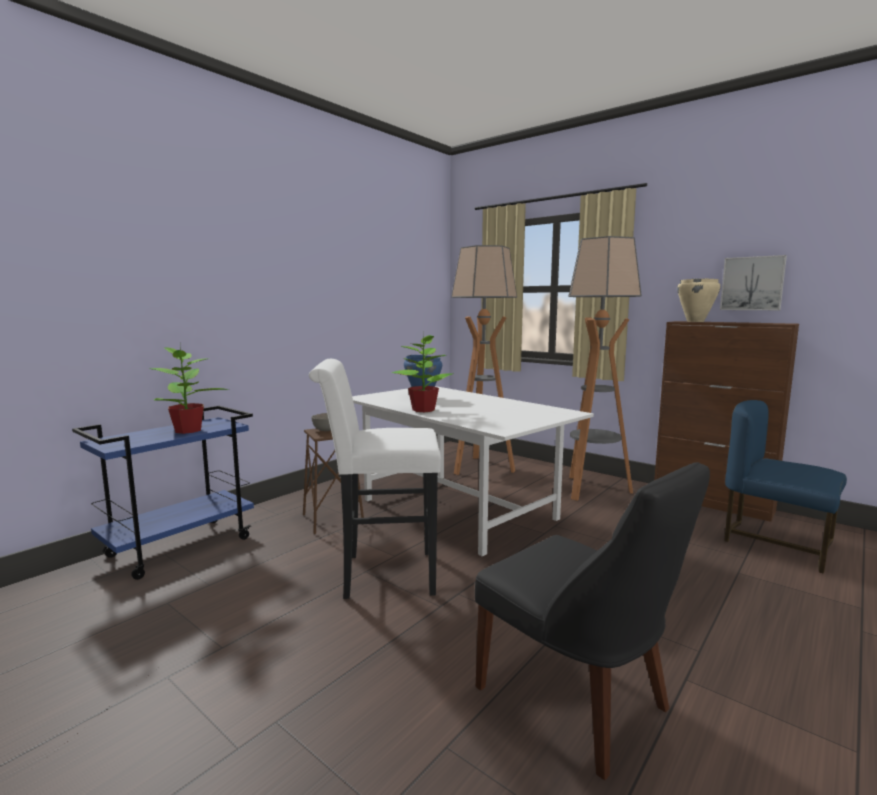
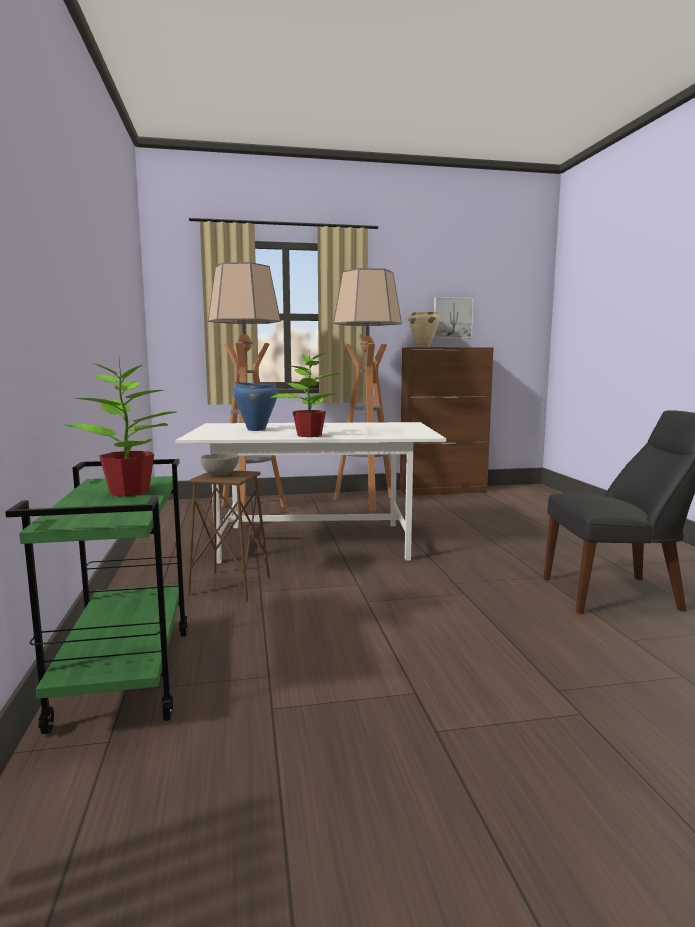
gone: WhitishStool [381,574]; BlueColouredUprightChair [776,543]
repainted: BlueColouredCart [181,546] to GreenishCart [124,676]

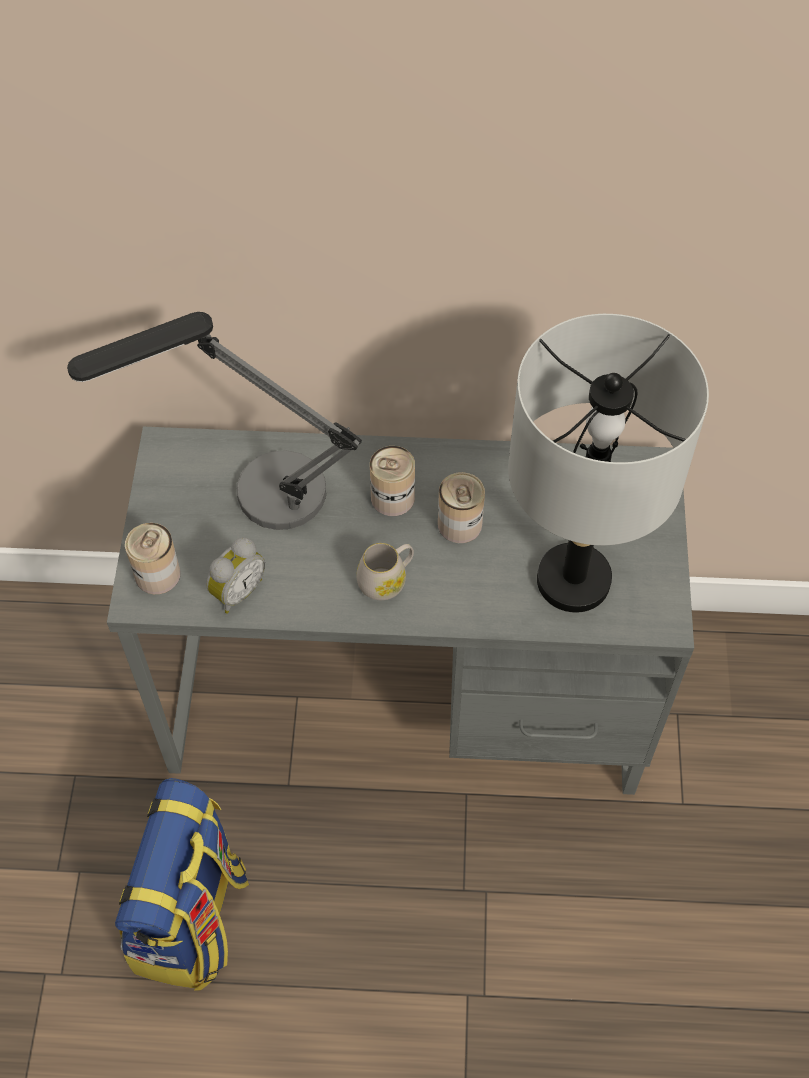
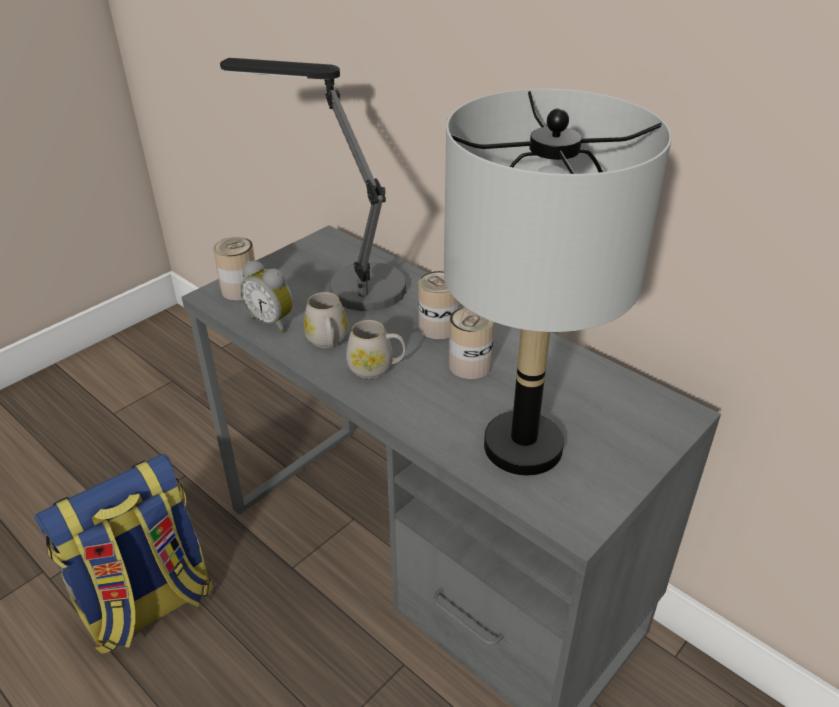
new: WhitishMug [328,341]
rotated: BedsideClock [236,591] = [273,321] 45 degrees clockwise

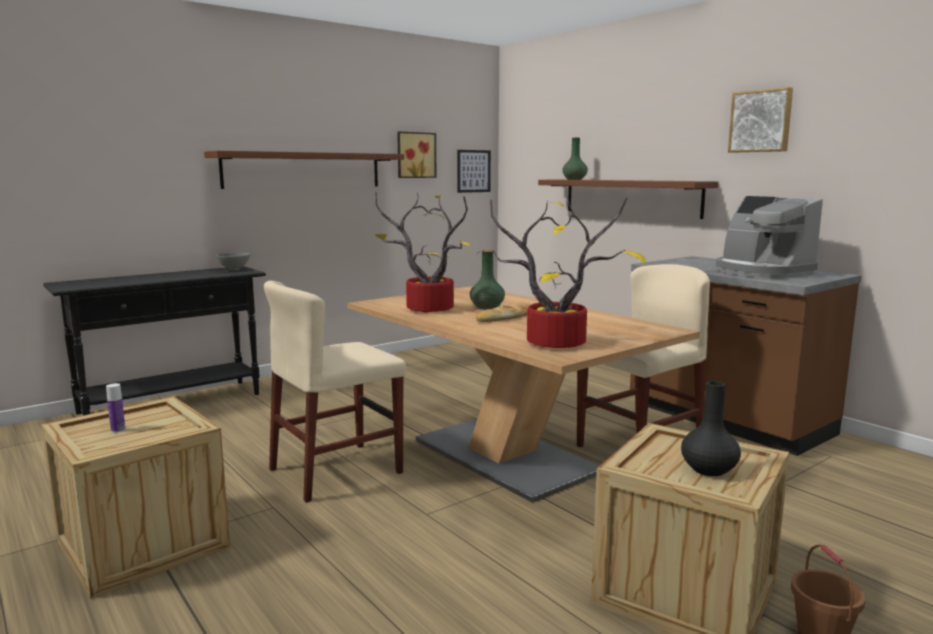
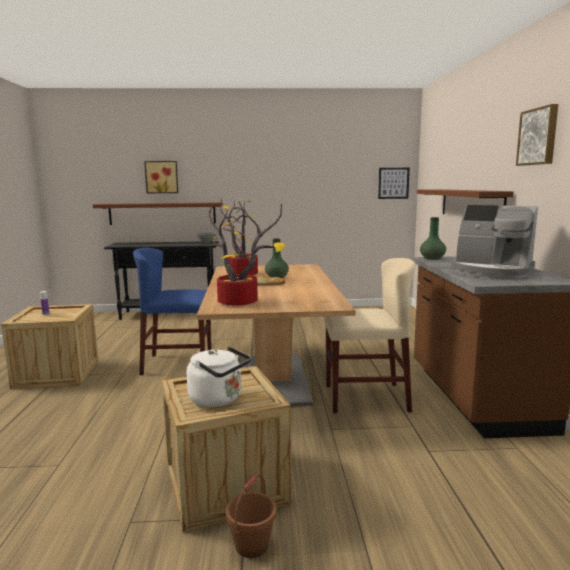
shifted: BrownWallShelf [303,170] to [162,213]; WallArt [415,155] to [162,177]; GreenishFlowerVase [574,179] to [432,258]
swapped: BlackishFlowerVase [709,470] to WhitishWaterKettle [218,399]
repainted: BeigeUprightChair [336,471] to BlueColouredUprightChair [177,364]
rotated: CoffeeMachine [761,272] = [491,272] 60 degrees counterclockwise

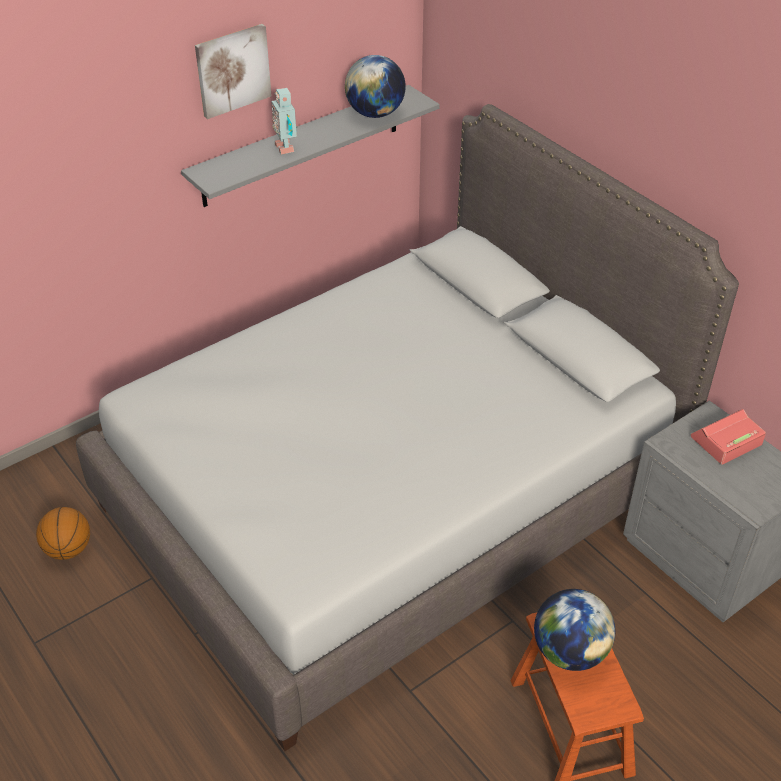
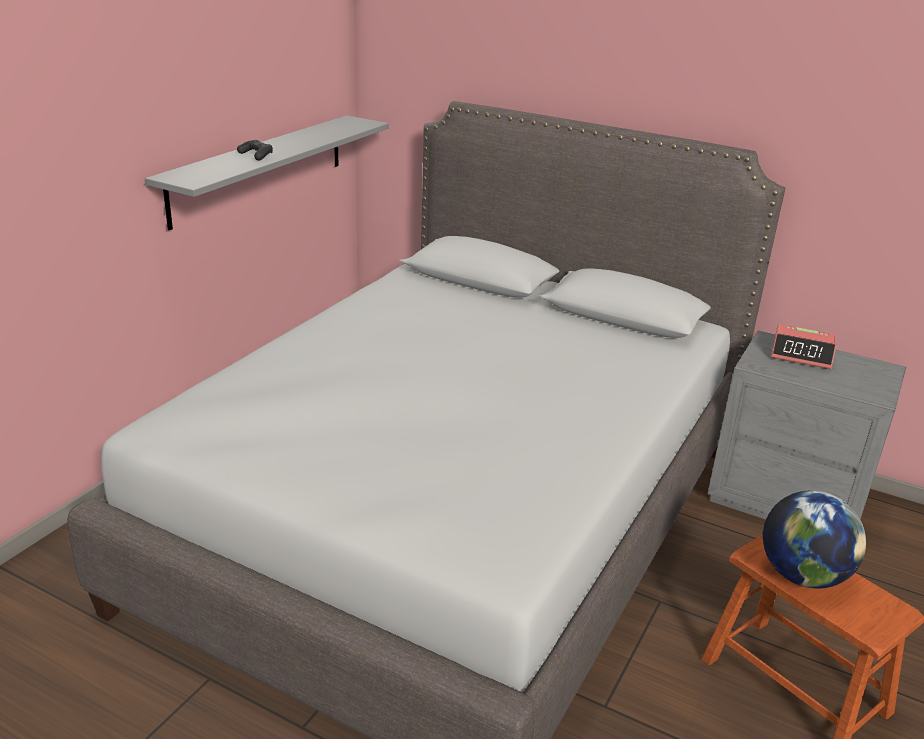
gone: Basketball [68,549]; WallArt [232,70]; WorldGlobe [375,113]
swapped: RobotFigure [286,147] to BlackishGameController [256,155]
rotated: BedsideClock [726,441] = [802,354] 105 degrees counterclockwise

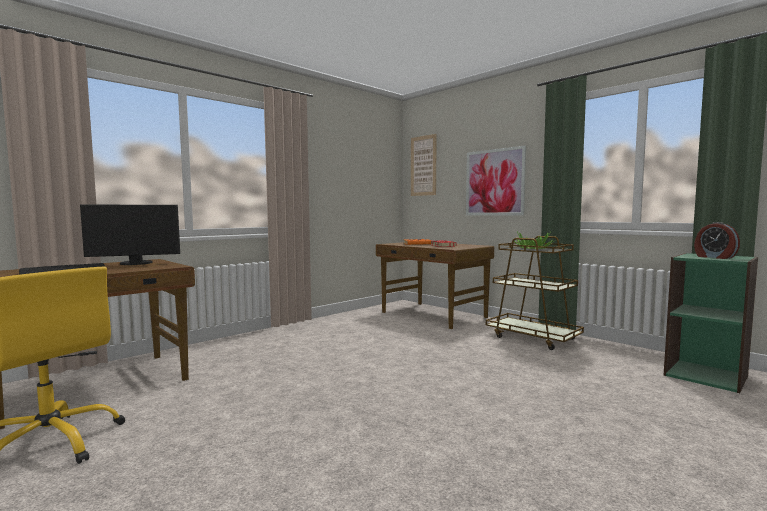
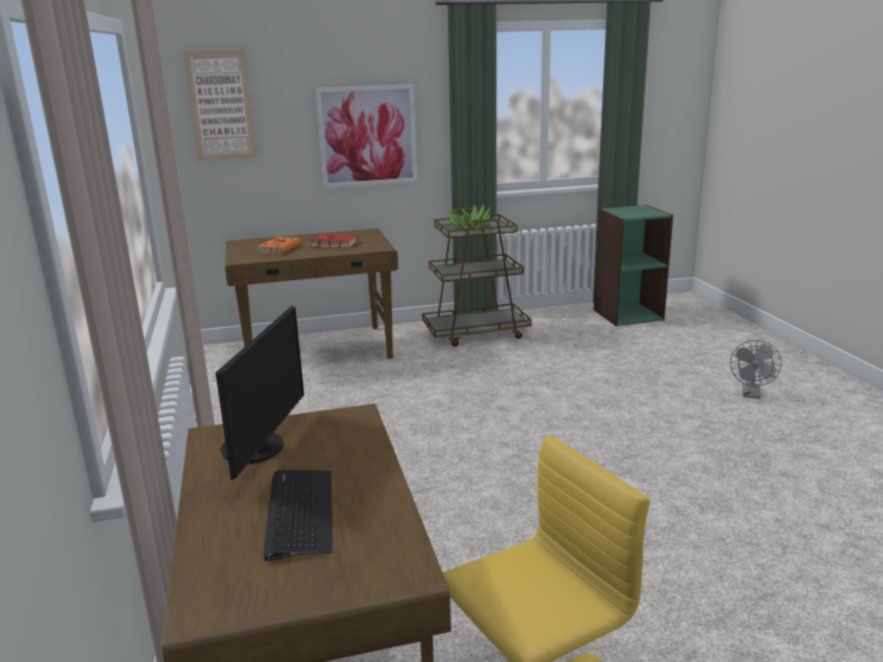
gone: BedsideClock [714,257]
new: GrayCoolingFan [751,394]

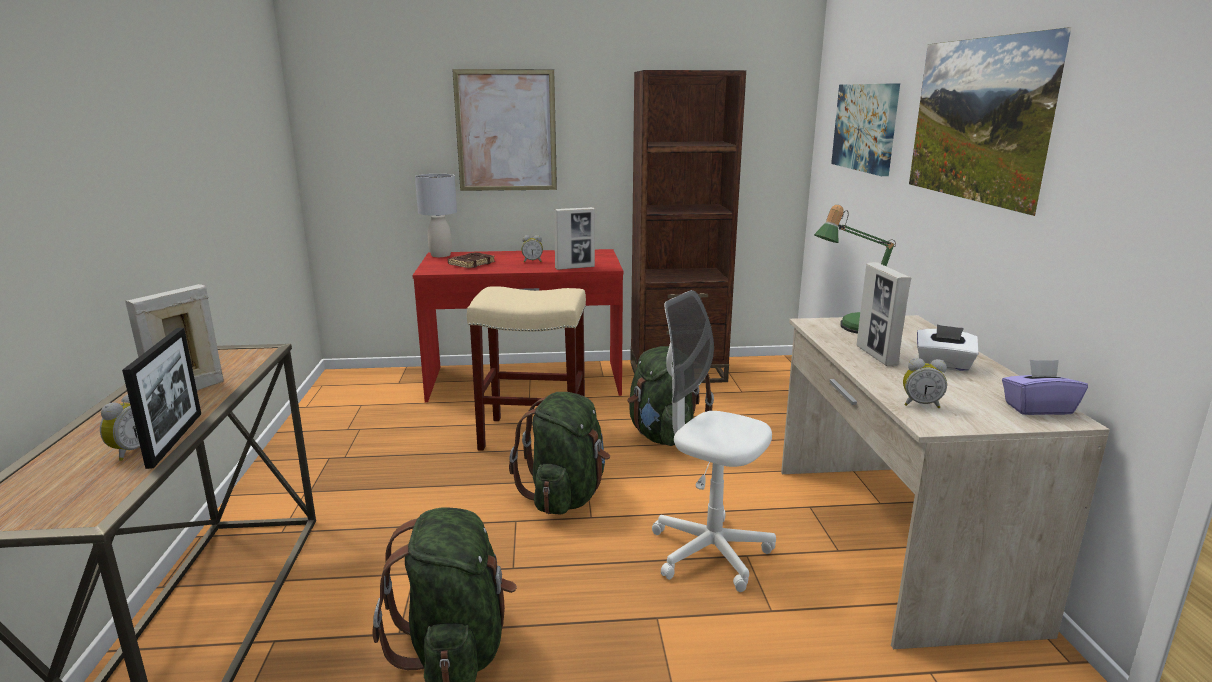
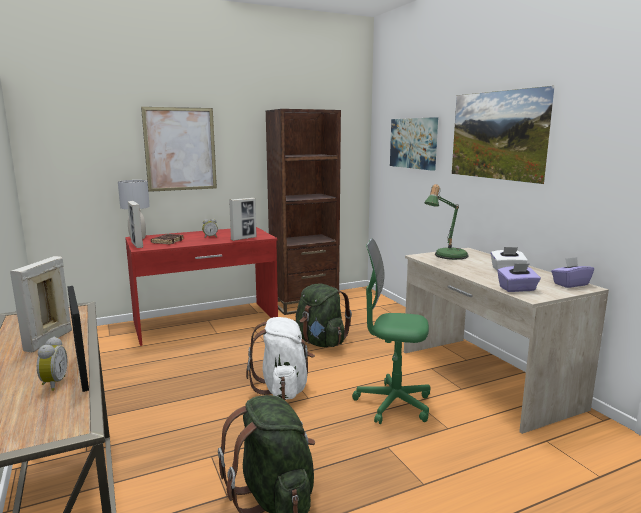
gone: BeigeStool [531,435]
shifted: StandingFrame [876,356] to [137,245]
swapped: BedsideClock [920,404] to PurpleColouredBoxOfTissues [517,289]
repainted: GreenishRucksack [566,496] to WhitishRucksack [283,388]; WhitishDeskChair [709,552] to GreenishDeskChair [393,404]

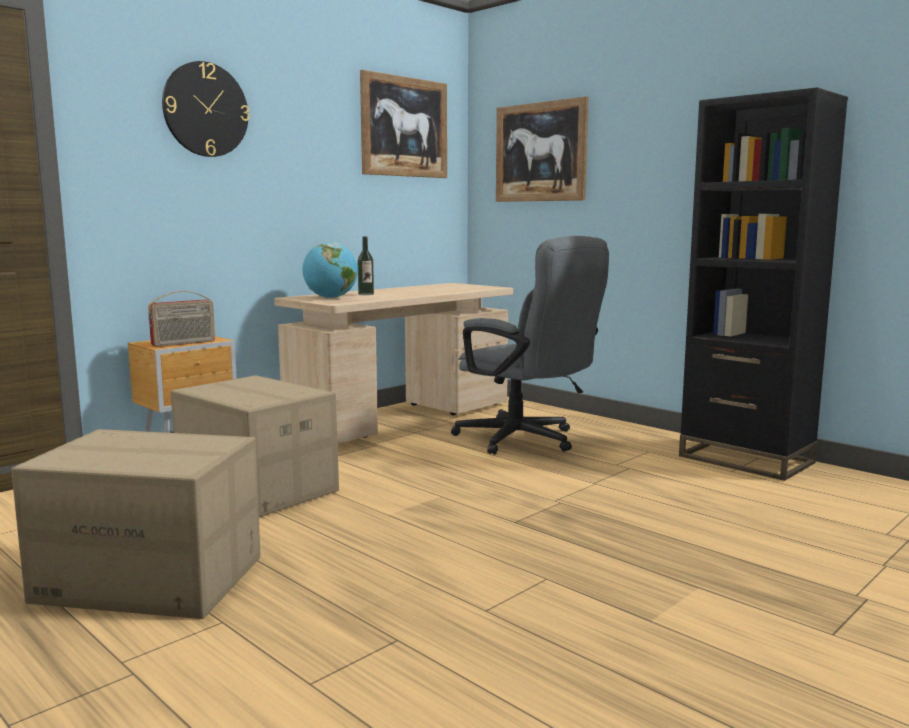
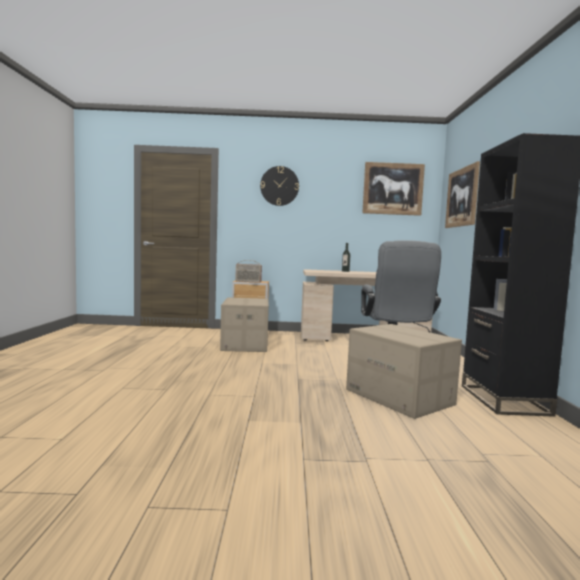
gone: WorldGlobe [330,298]
shifted: CardboardBox [152,579] to [400,397]

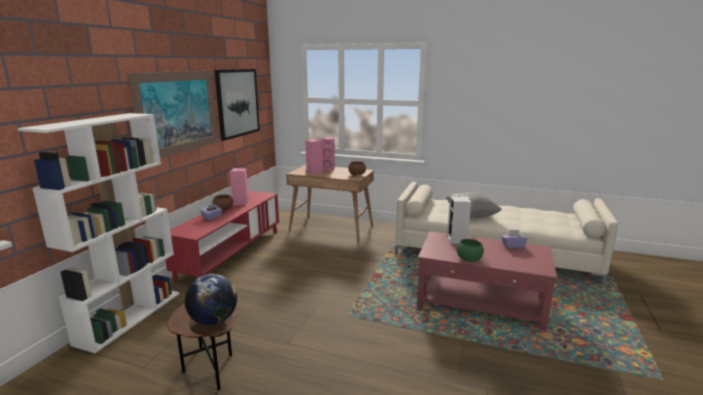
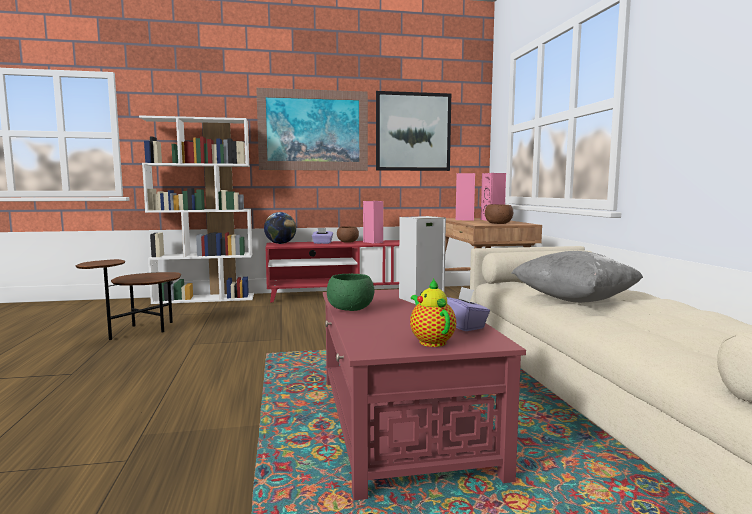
new: TeaPot [431,341]
shifted: WorldGlobe [213,320] to [280,243]

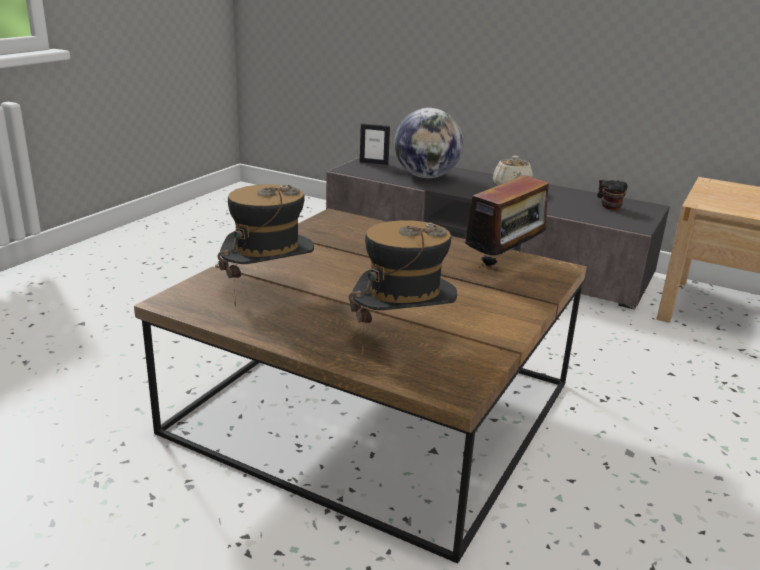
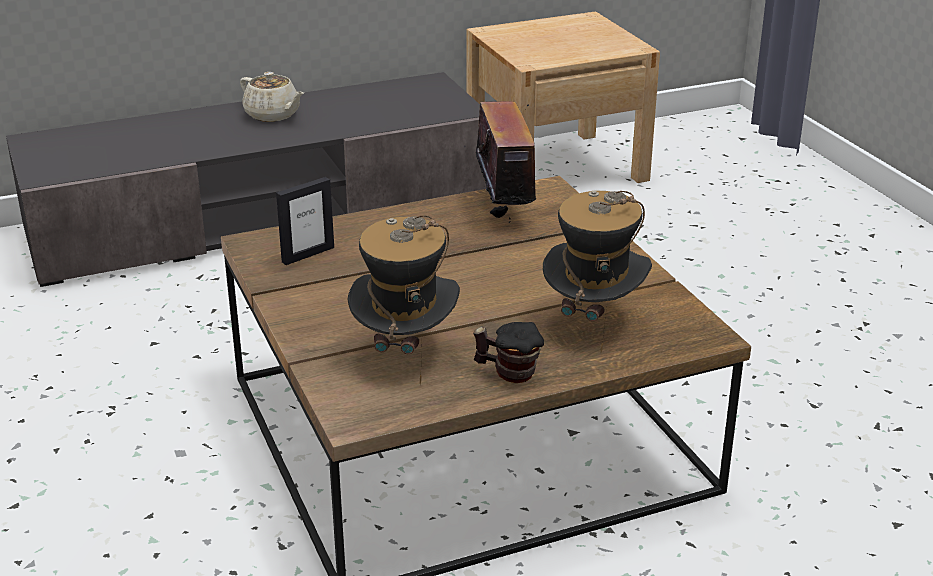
gone: WorldGlobe [426,176]
shifted: StandingFrame [374,163] to [307,254]; Mug [608,206] to [508,373]

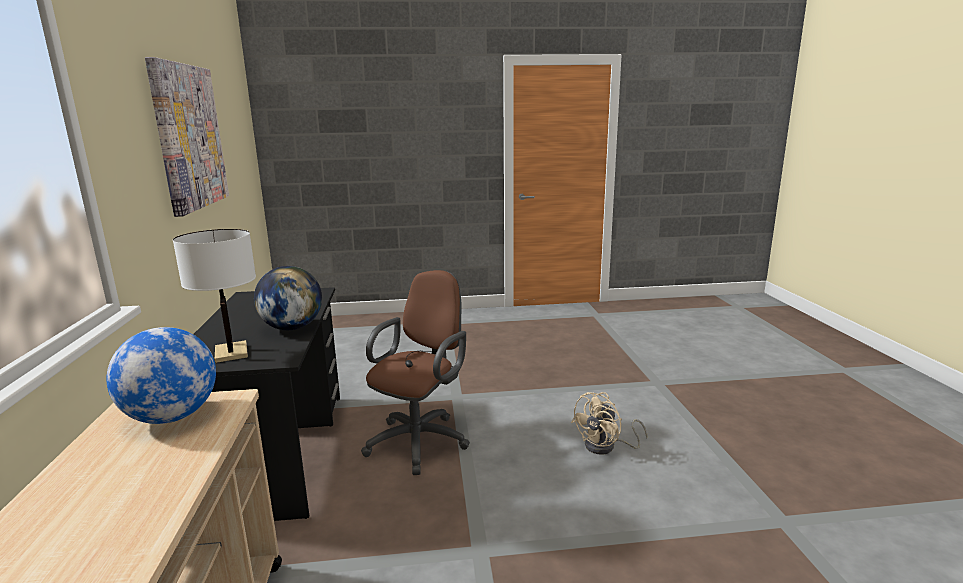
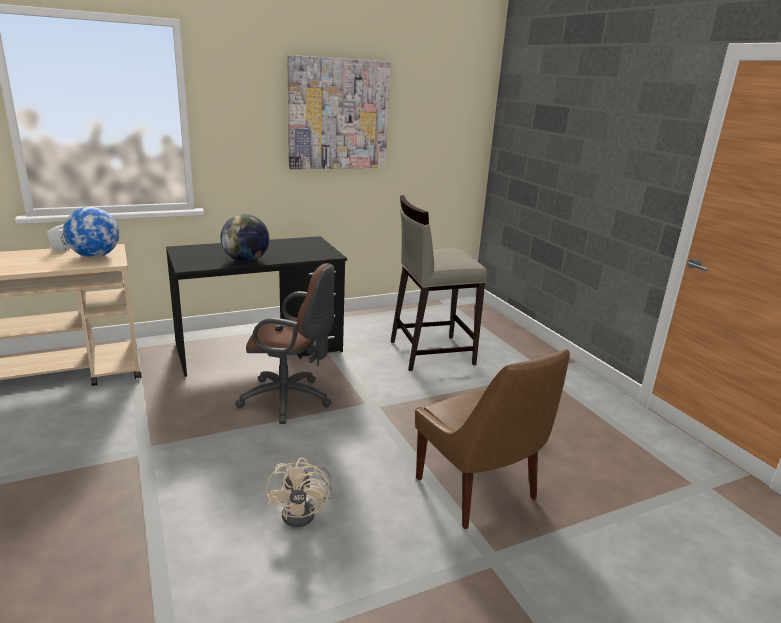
gone: WhitishLampForATable [231,353]
new: WhitishLoudspeaker [59,250]; BeigeStool [430,352]; BrownUprightChair [478,491]
rotated: BeigeCoolingFan [606,447] = [305,512] 120 degrees counterclockwise

